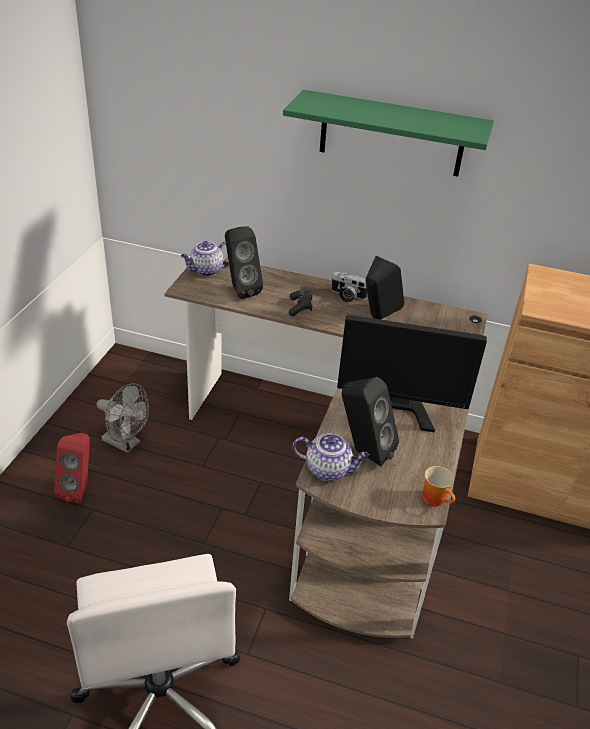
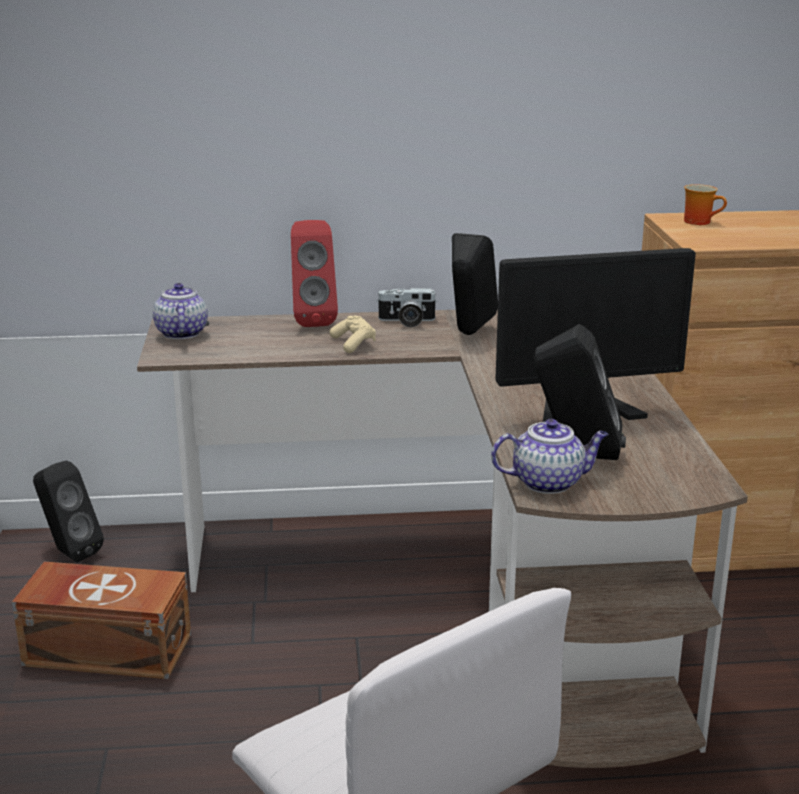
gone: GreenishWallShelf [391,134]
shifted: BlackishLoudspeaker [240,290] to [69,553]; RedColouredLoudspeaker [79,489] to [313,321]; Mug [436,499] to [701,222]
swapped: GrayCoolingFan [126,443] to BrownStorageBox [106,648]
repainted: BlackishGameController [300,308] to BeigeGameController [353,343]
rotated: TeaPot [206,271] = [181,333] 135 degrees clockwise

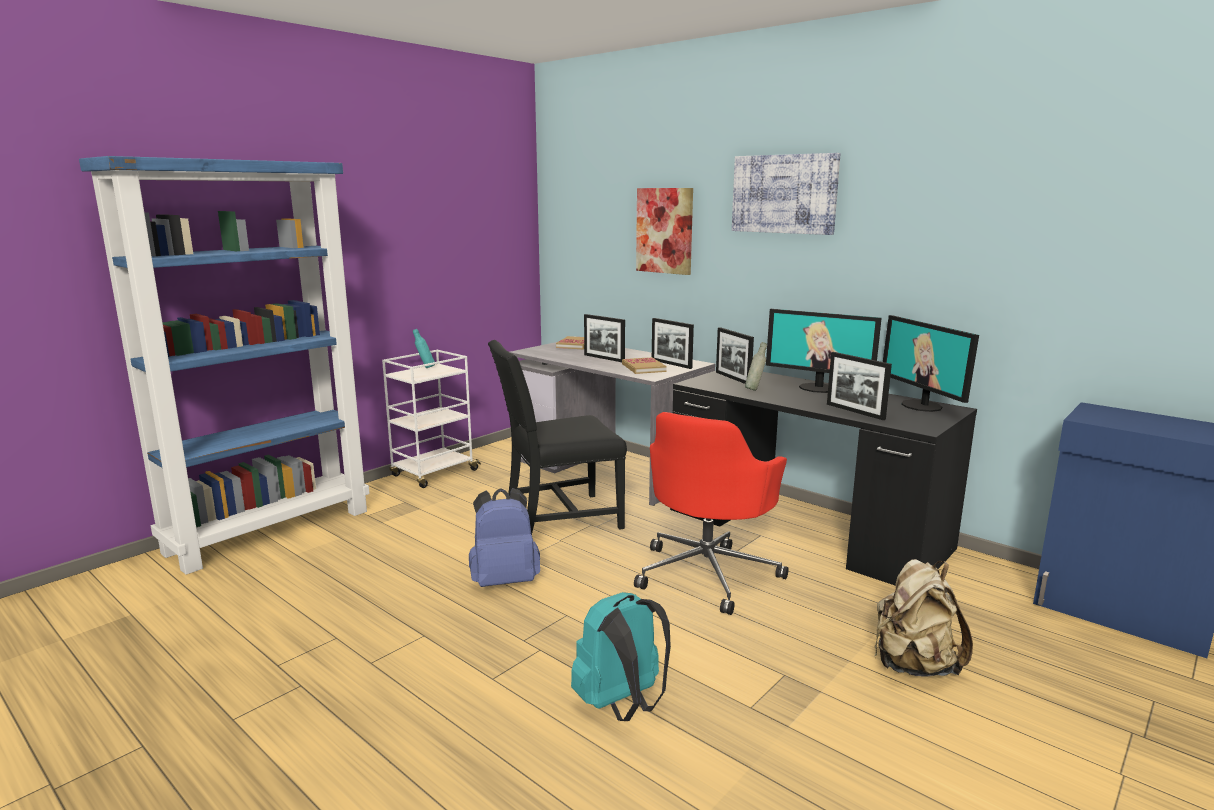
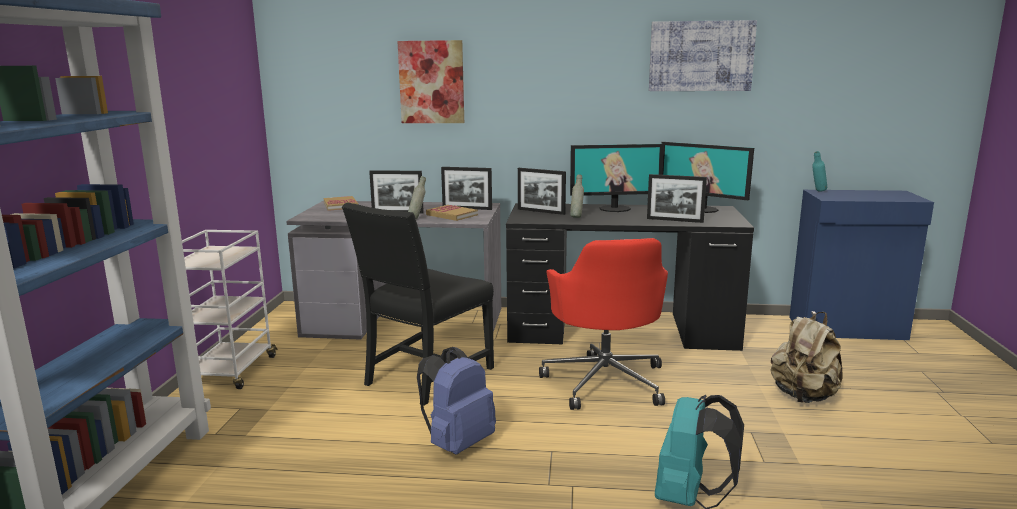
new: GrayBottle [417,218]
shifted: WallArt [784,194] to [701,56]; TurquoiseBottle [425,368] to [817,191]

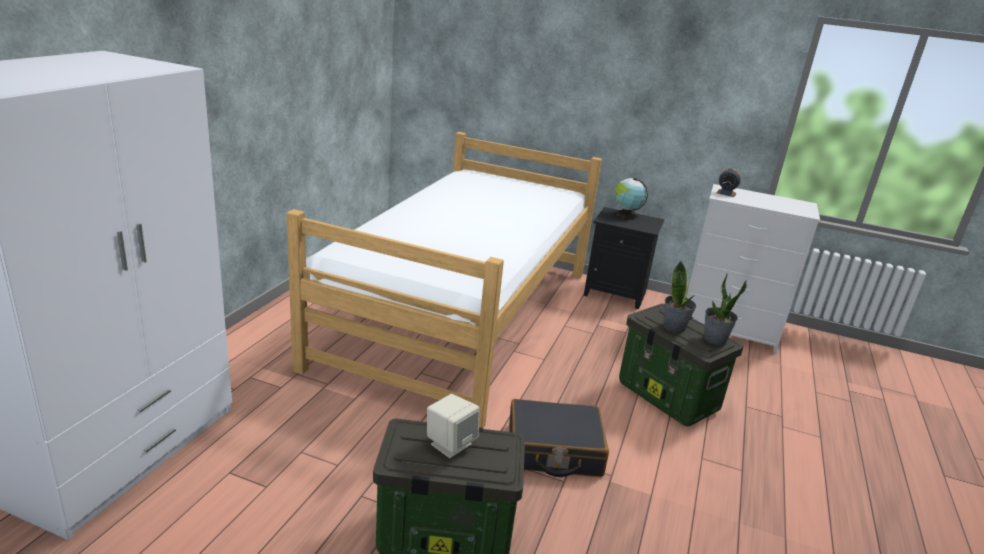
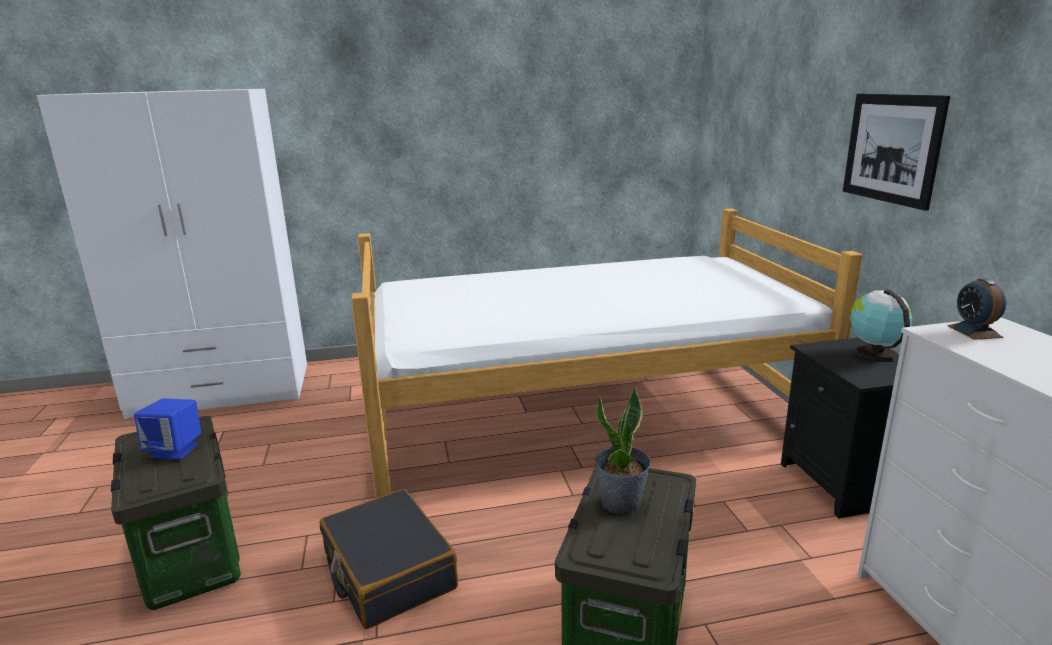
gone: PlantInAPot [714,339]
new: WallArt [892,148]
repainted: BeigeLoudspeaker [450,444] to BlueColouredLoudspeaker [175,450]

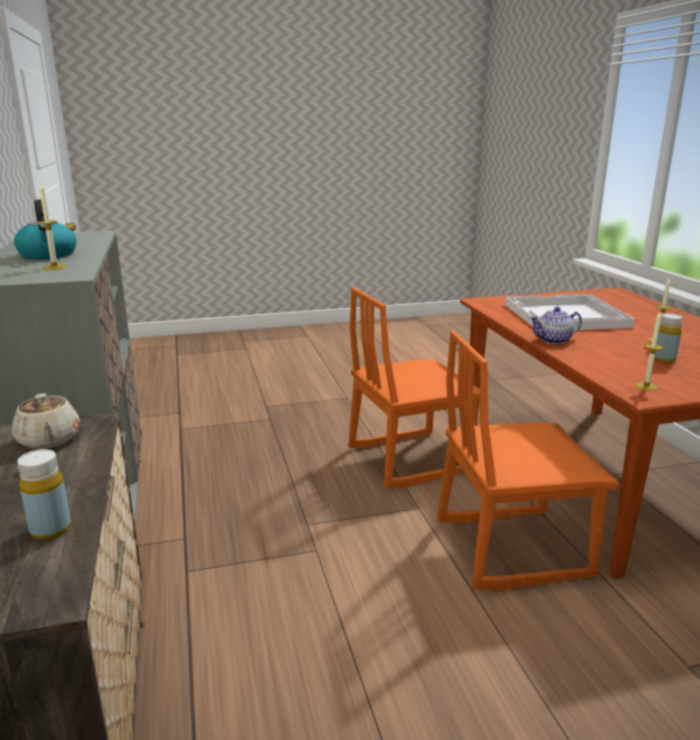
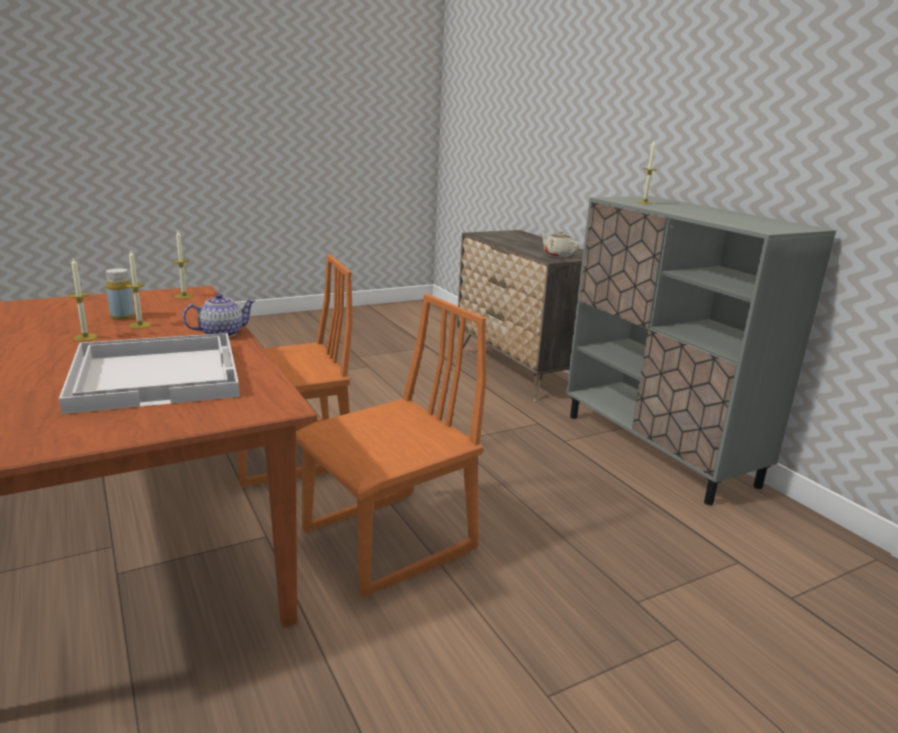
gone: WaterKettle [48,255]; YellowColouredBottle [50,530]
new: WaxCandle [140,325]

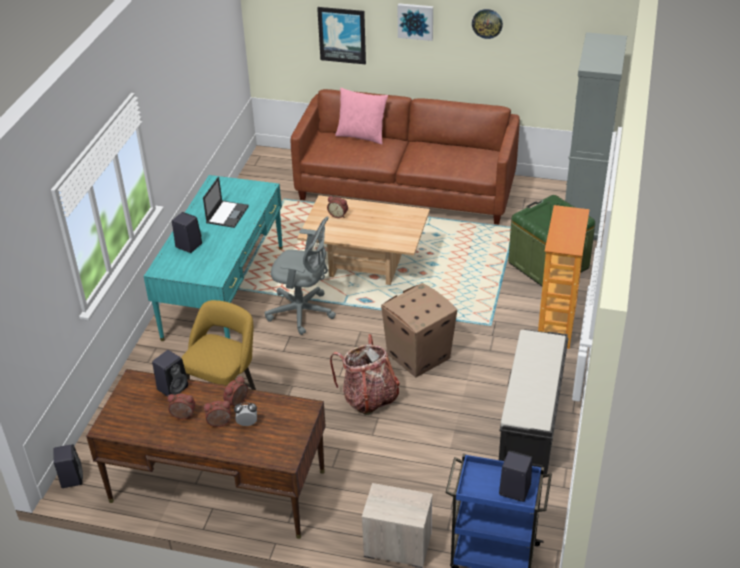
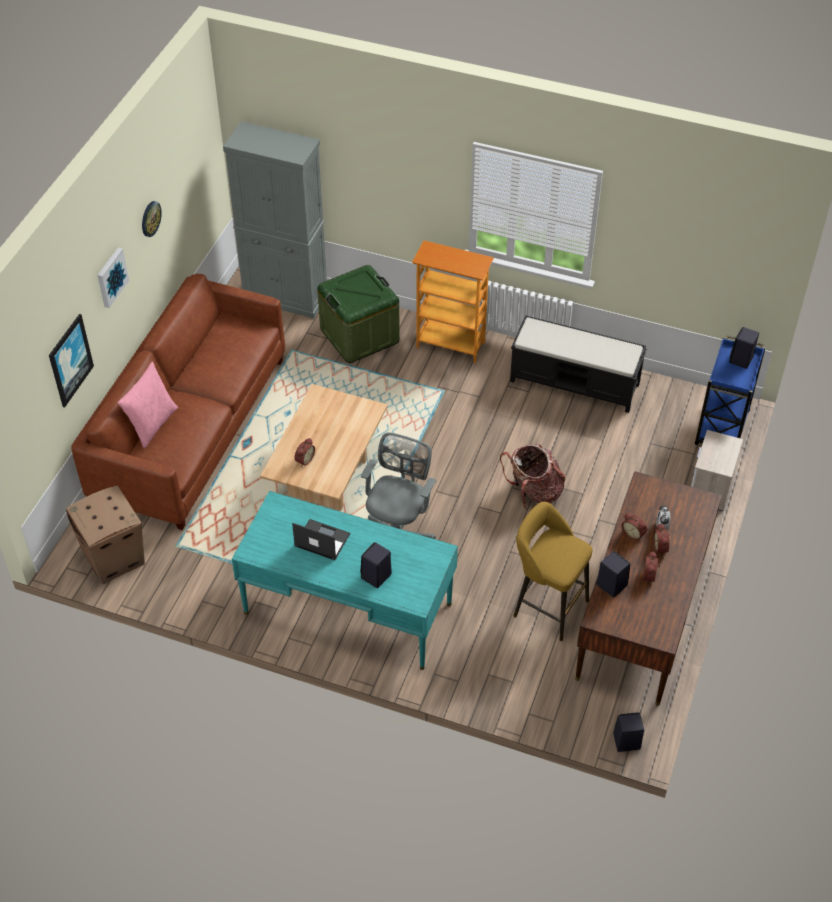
shifted: CardboardBox [417,356] to [114,558]

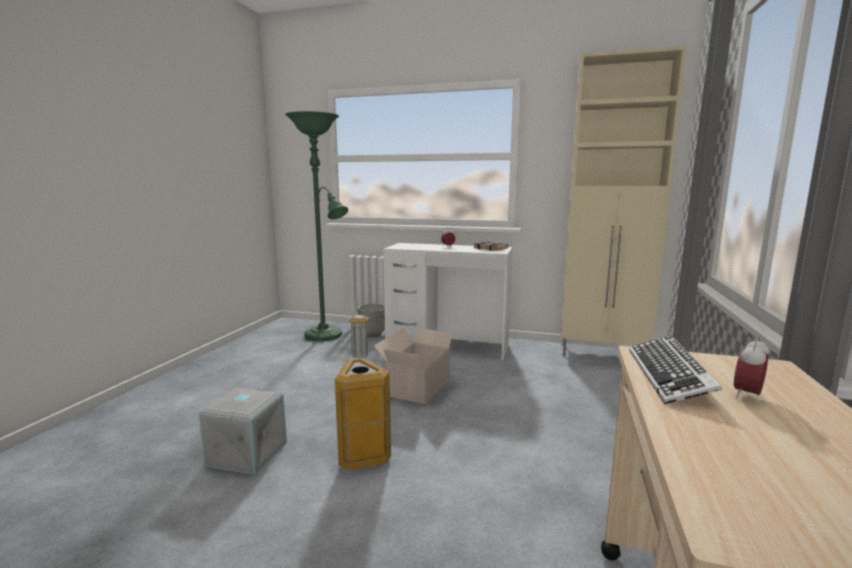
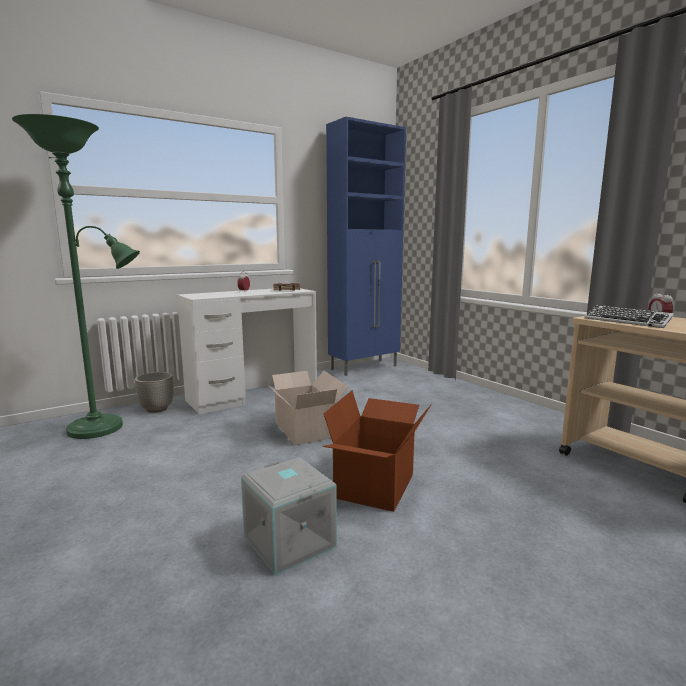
swapped: TrashCan [363,456] to CardboardBox [376,486]
repainted: BeigeStorageCabinet [603,354] to BlueColouredStorageCabinet [365,367]

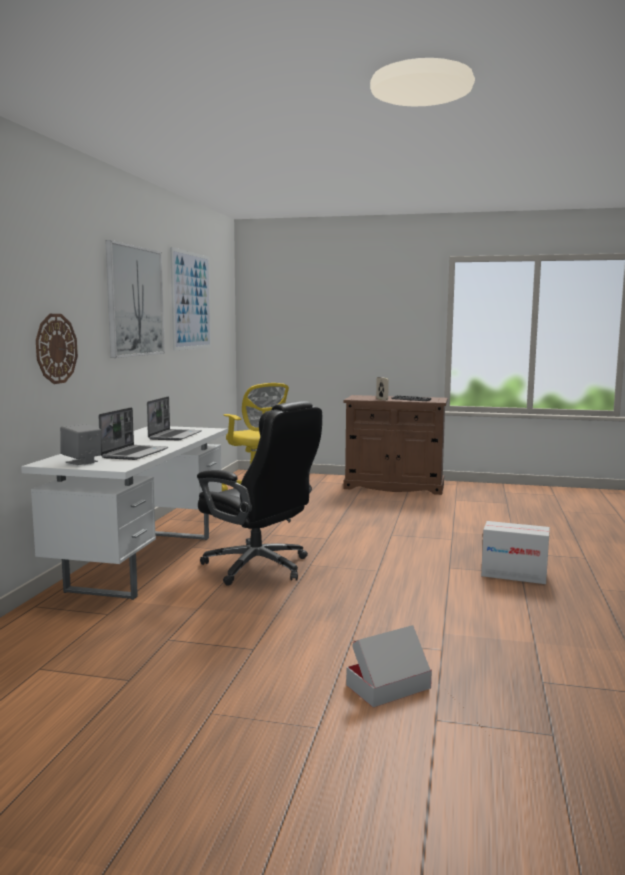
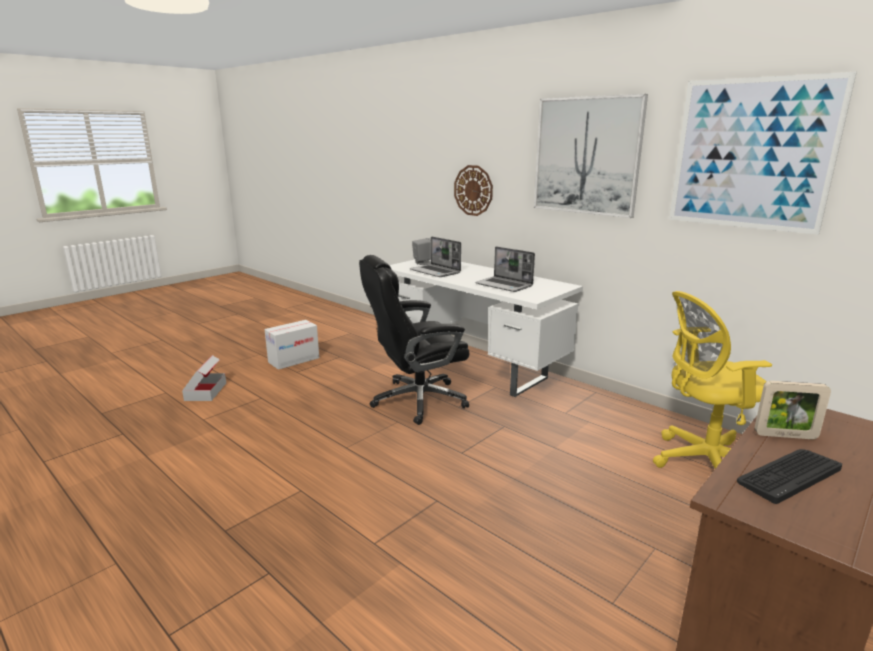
shifted: CardboardBox [514,574] to [294,360]

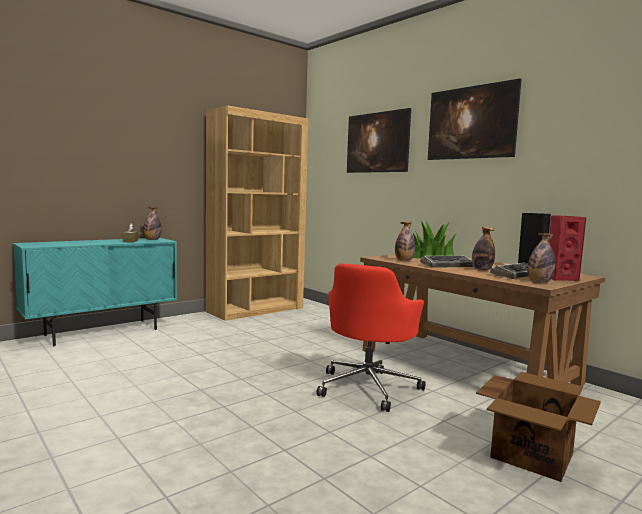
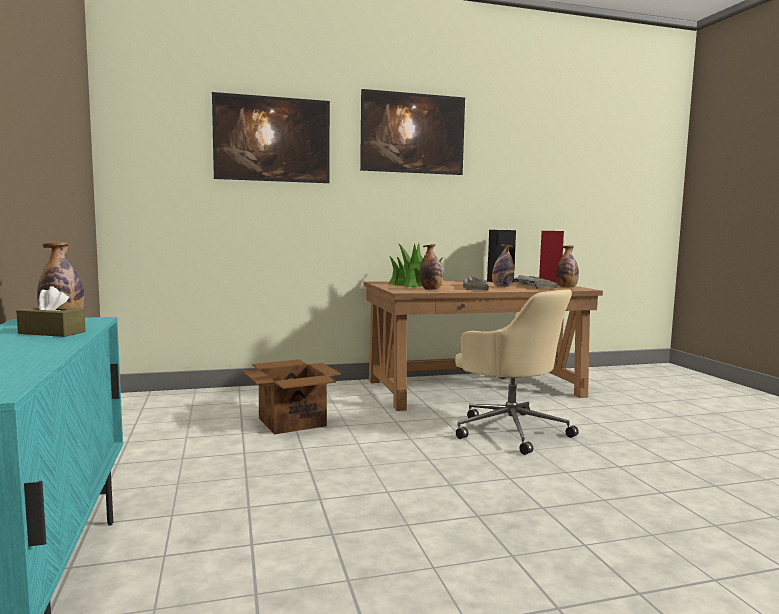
gone: BrownBookshelf [256,310]
shifted: CardboardBox [533,455] to [292,421]
repainted: RedColouredDeskChair [368,387] to BeigeDeskChair [509,430]

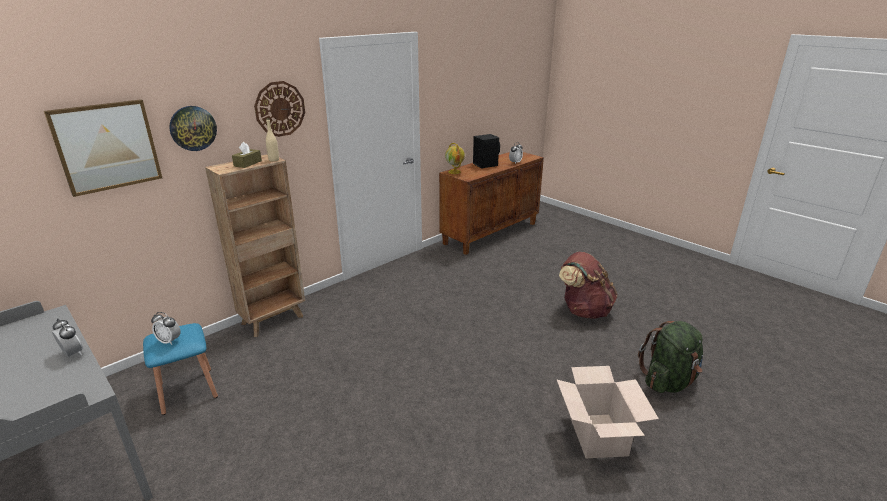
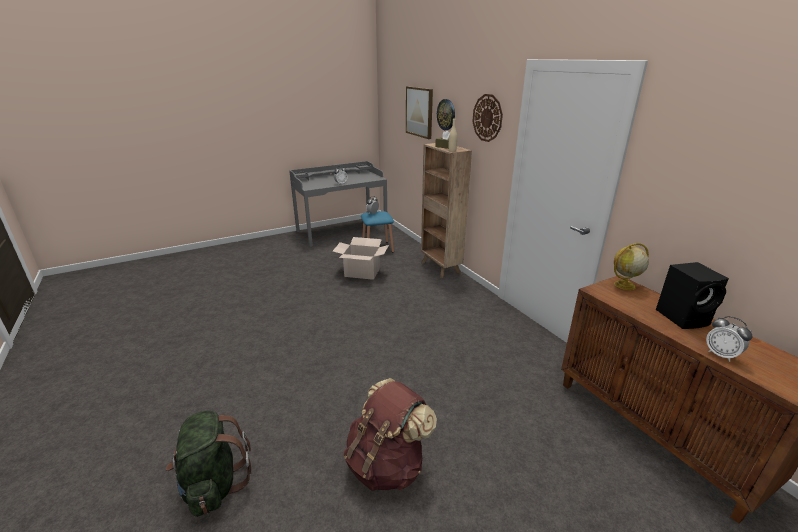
shifted: CardboardBox [597,435] to [362,272]

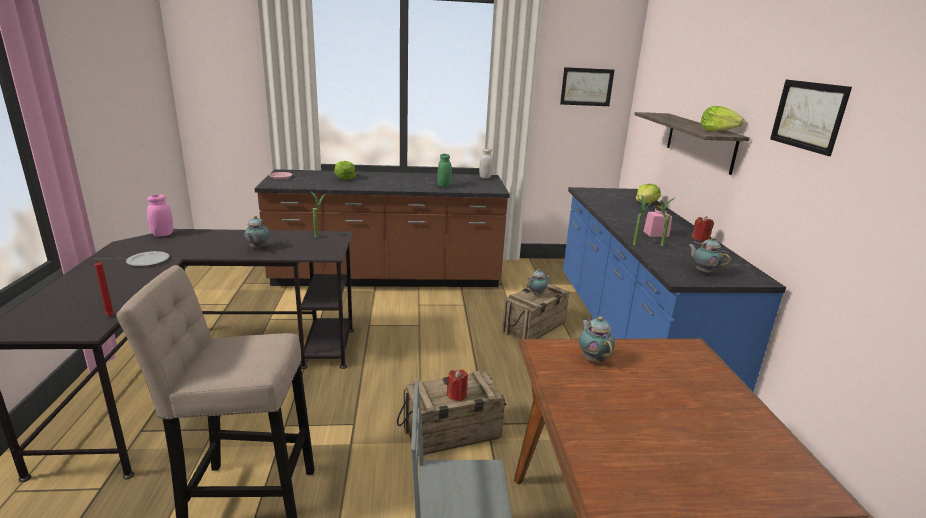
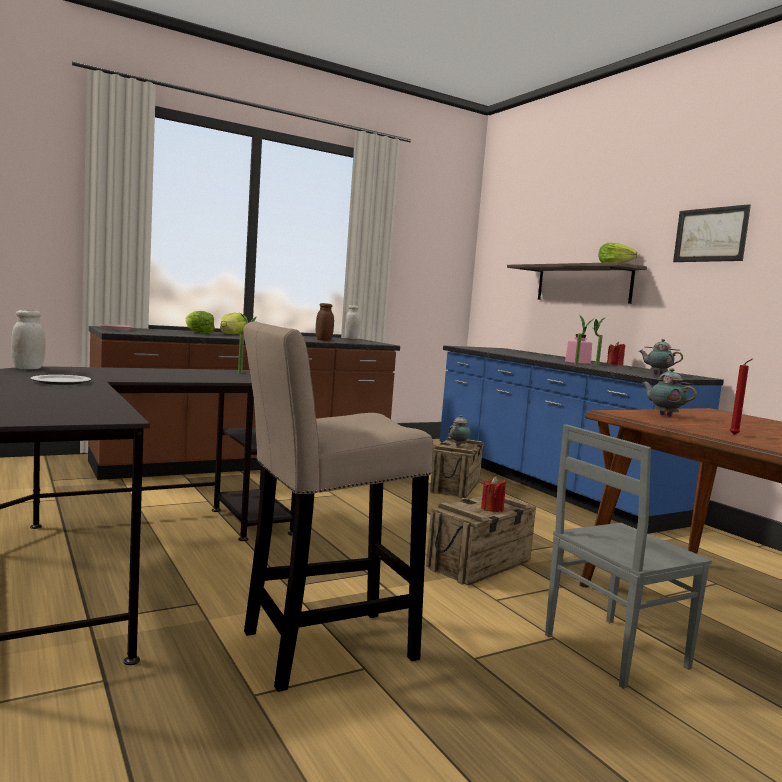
gone: TeaPot [257,248]; WallArt [586,87]
shifted: LettuceHead [645,203] to [232,334]; RedColouredWaxCandle [109,316] to [735,435]
repainted: PinkPreserveJar [163,234] to WhitishPreserveJar [28,368]; GreenishPreserveJar [444,185] to BrownPreserveJar [323,340]

